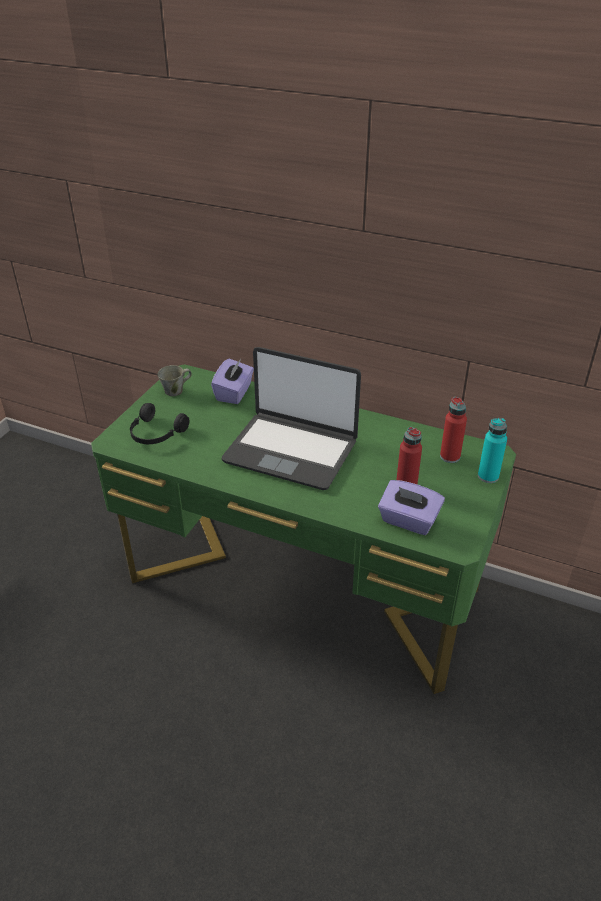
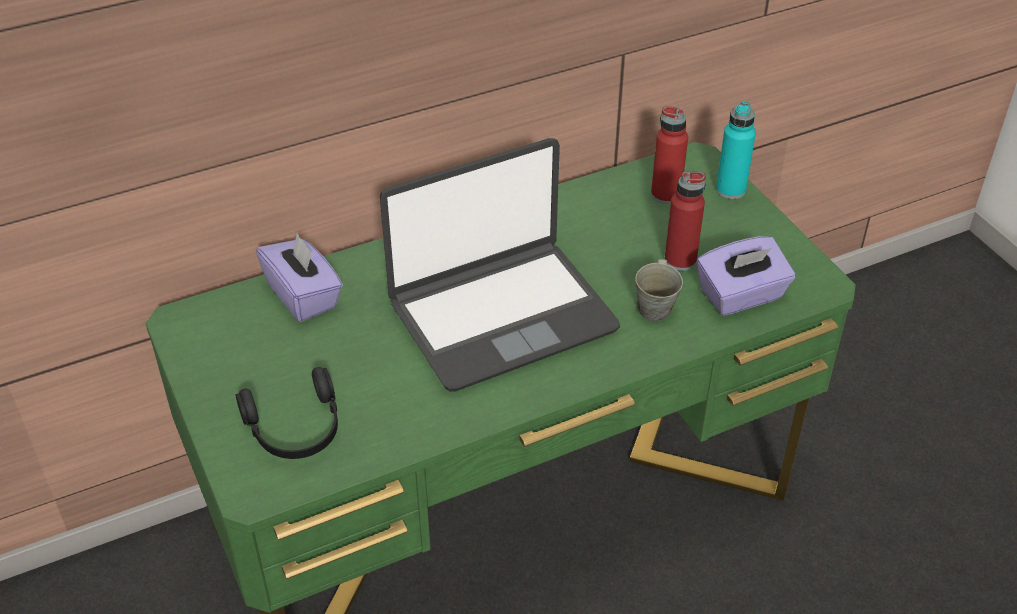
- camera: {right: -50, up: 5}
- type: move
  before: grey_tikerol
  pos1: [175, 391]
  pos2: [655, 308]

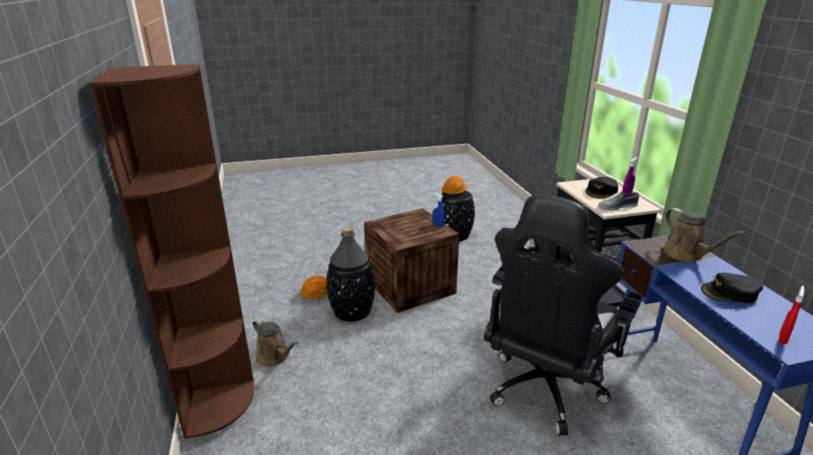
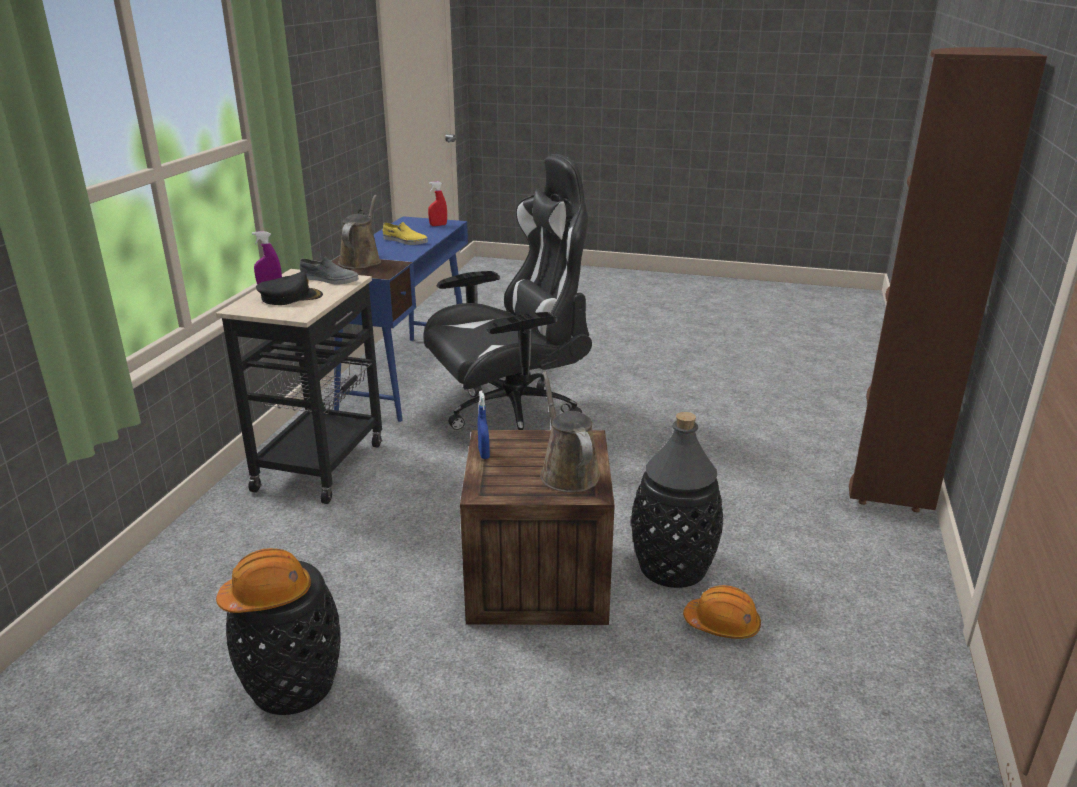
- camera: {right: -150, up: 0}
- type: move
  before: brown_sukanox
  pos1: [275, 357]
  pos2: [567, 472]
- type: replace
  before: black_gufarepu
  after: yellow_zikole
  pos1: [730, 293]
  pos2: [404, 241]

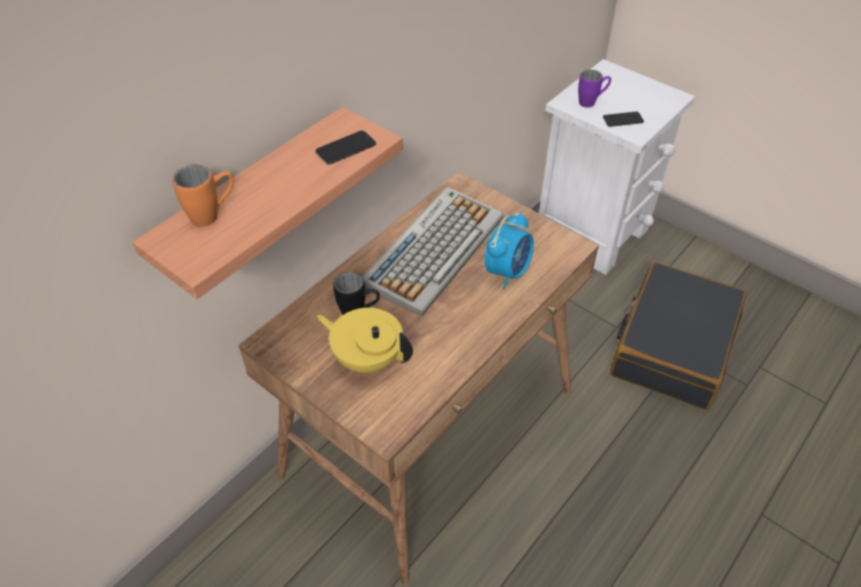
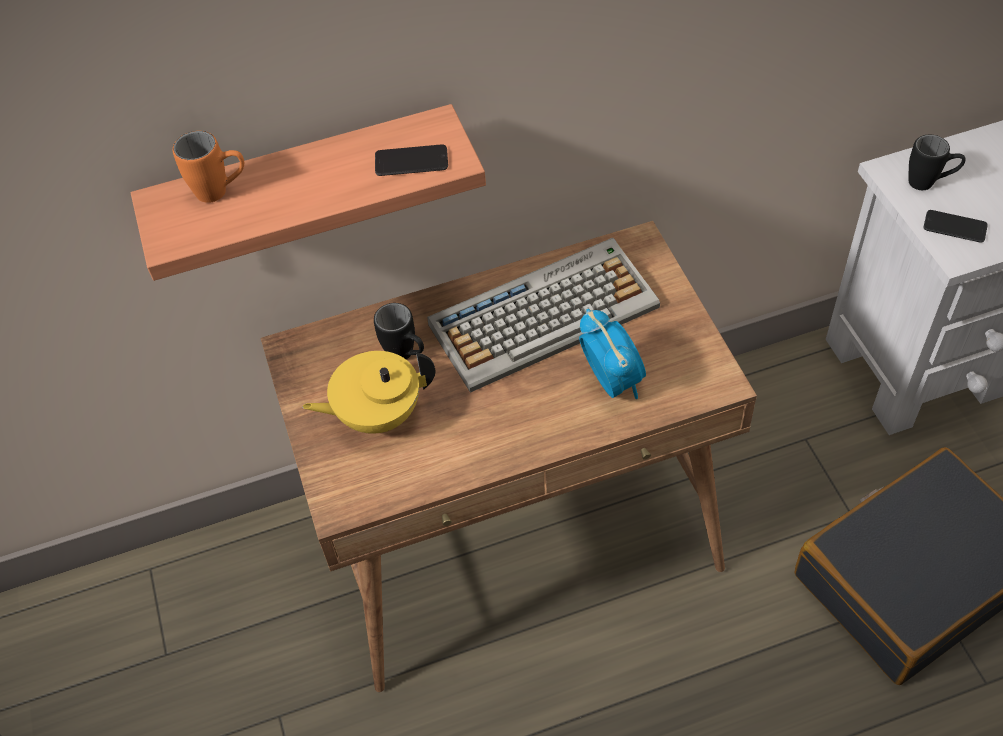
- camera: {right: 35, up: 5}
- type: recolor
  before: purple_tikerol
  after: black_tikerol
  pos1: [591, 102]
  pos2: [929, 183]
- type: rotate
  before: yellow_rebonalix
  pos1: [367, 358]
  pos2: [377, 414]
  turn: -75
- type: rotate
  before: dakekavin
  pos1: [507, 271]
  pos2: [611, 380]
  turn: -90

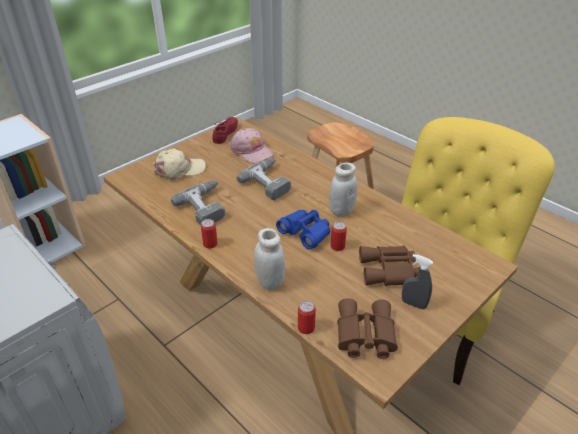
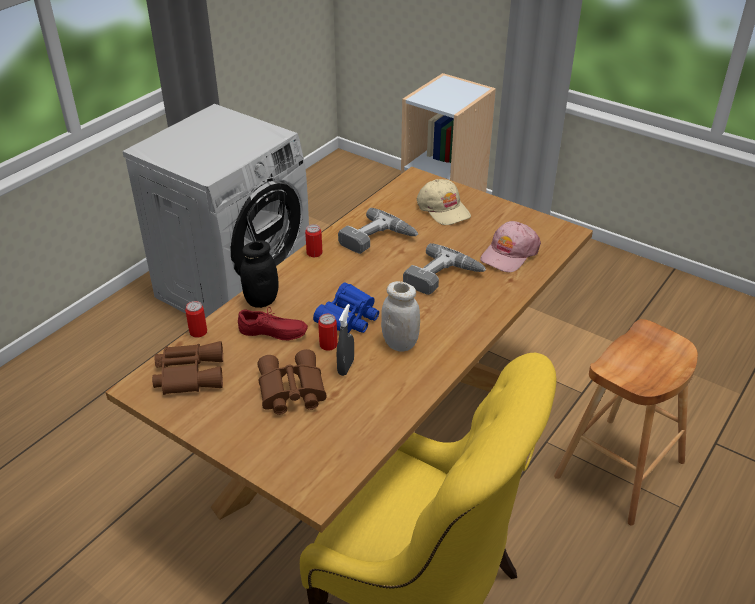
- camera: {right: 80, up: 0}
- type: move
  before: red_zikole
  pos1: [227, 134]
  pos2: [272, 333]
- type: move
  before: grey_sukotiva
  pos1: [413, 304]
  pos2: [346, 367]
- type: recolor
  before: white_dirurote
  after: black_dirurote
  pos1: [270, 282]
  pos2: [261, 300]

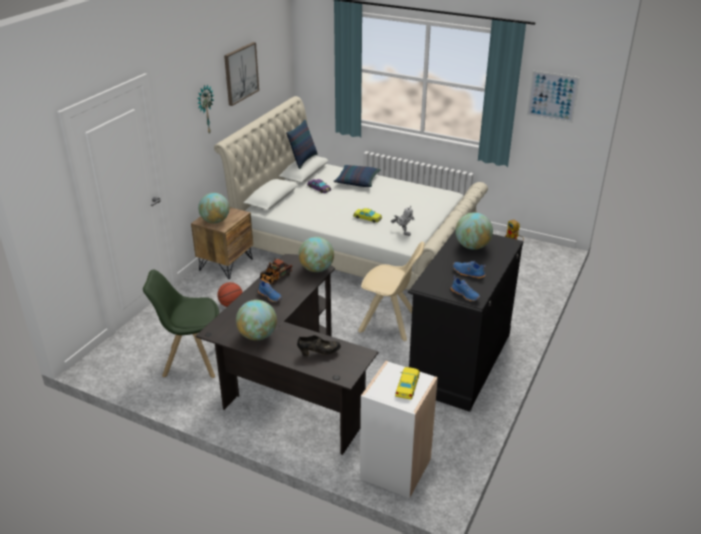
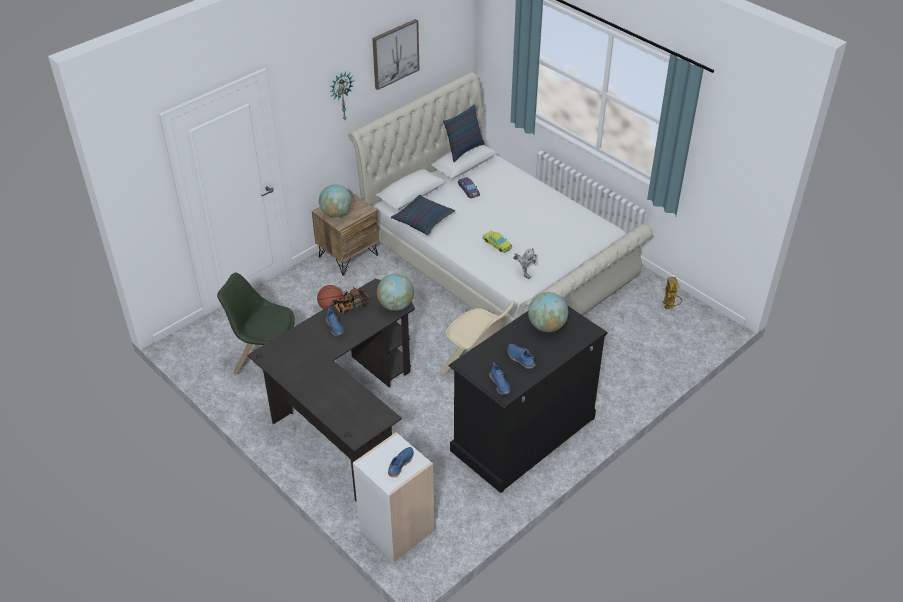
- camera: {right: 20, up: 10}
- type: delete
  before: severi
  pos1: [257, 336]
- type: delete
  before: black_zikole
  pos1: [319, 353]
- type: delete
  before: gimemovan
  pos1: [552, 96]
- type: move
  before: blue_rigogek
  pos1: [357, 181]
  pos2: [423, 220]
- type: replace
  before: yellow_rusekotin
  after: blue_zikole
  pos1: [407, 385]
  pos2: [400, 464]

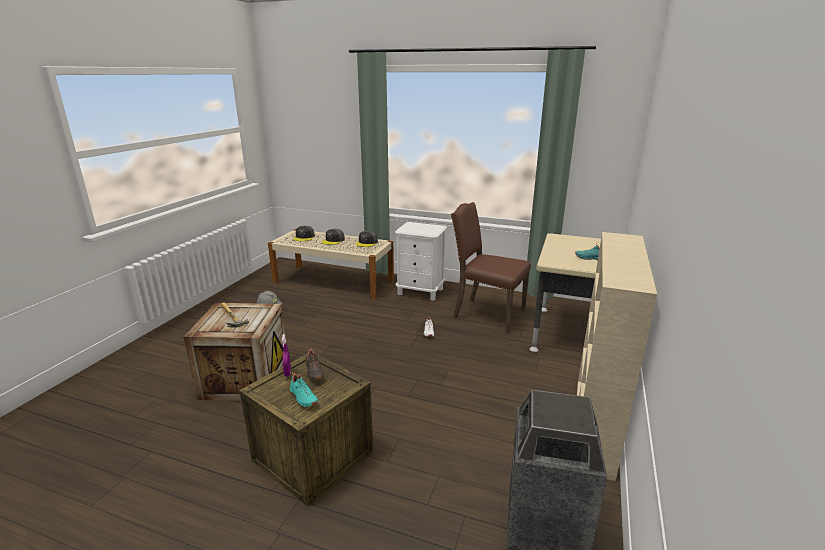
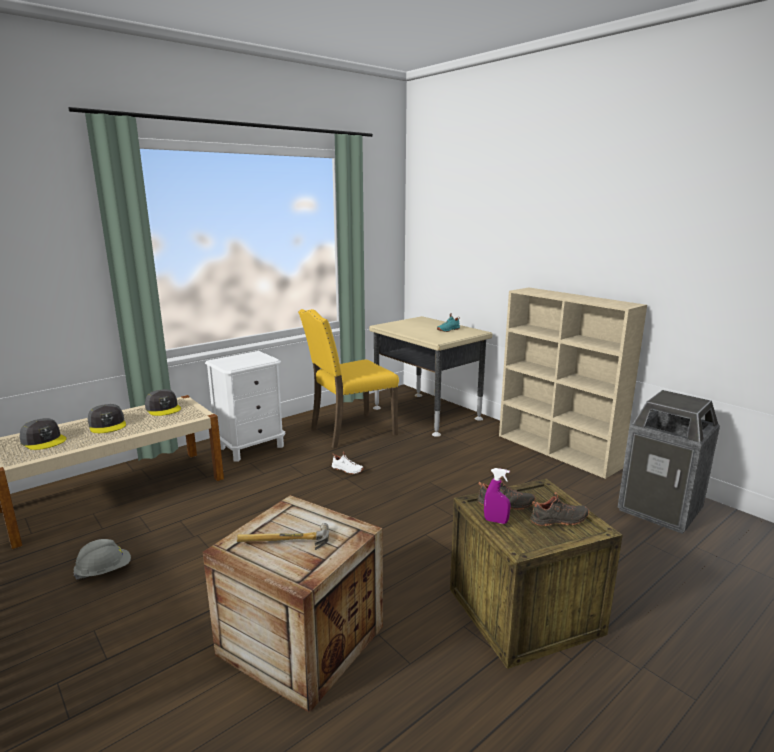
- camera: {right: -60, up: -5}
- type: recolor
  before: turquoise_zikole
  after: black_zikole
  pos1: [303, 398]
  pos2: [559, 521]
- type: recolor
  before: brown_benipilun
  after: yellow_benipilun
  pos1: [487, 313]
  pos2: [350, 431]

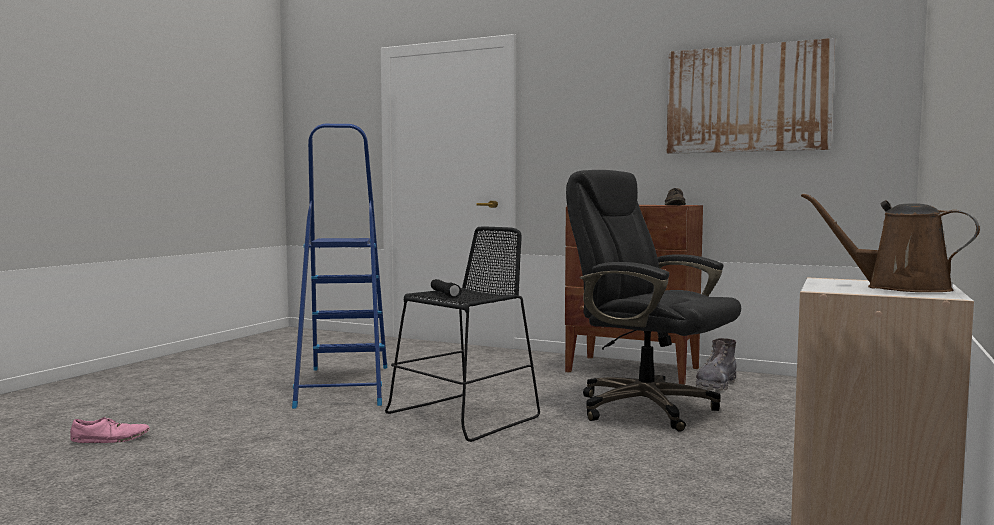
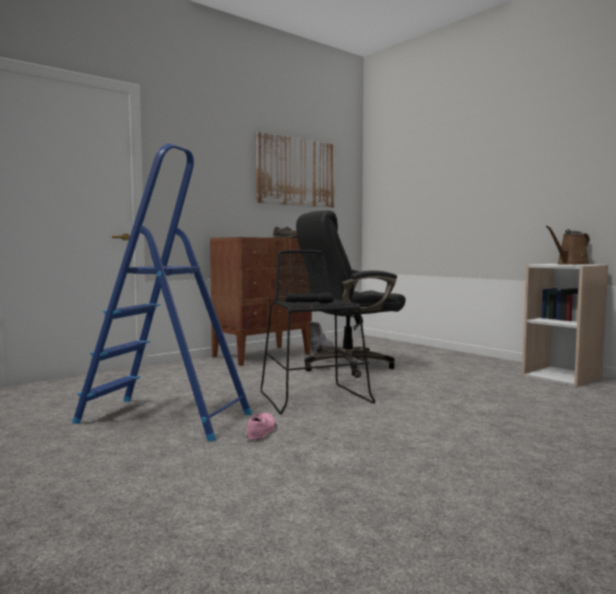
- camera: {right: -65, up: 0}
- type: move
  before: pink_zikole
  pos1: [110, 439]
  pos2: [261, 431]

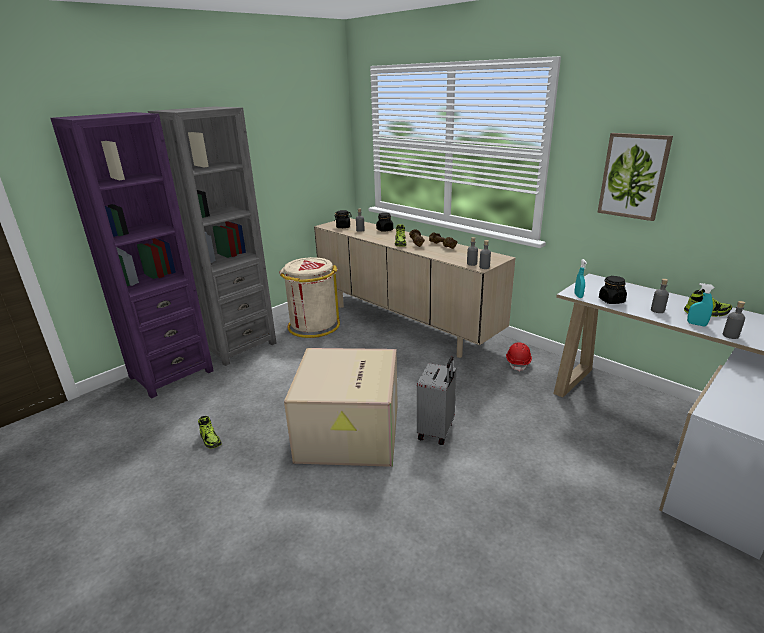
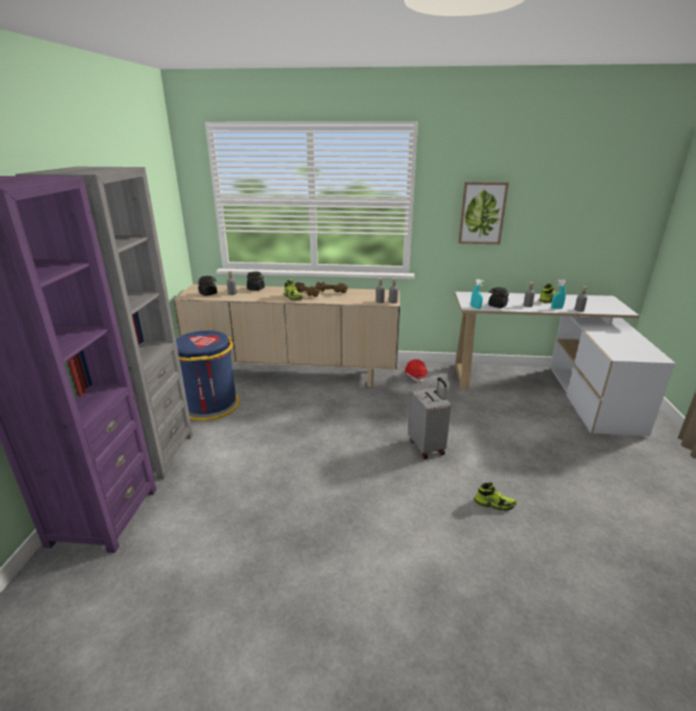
- camera: {right: -40, up: 0}
- type: delete
  before: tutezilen
  pos1: [350, 433]
- type: move
  before: zikole
  pos1: [210, 439]
  pos2: [494, 504]
- type: recolor
  before: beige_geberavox
  after: blue_geberavox
  pos1: [313, 326]
  pos2: [210, 405]

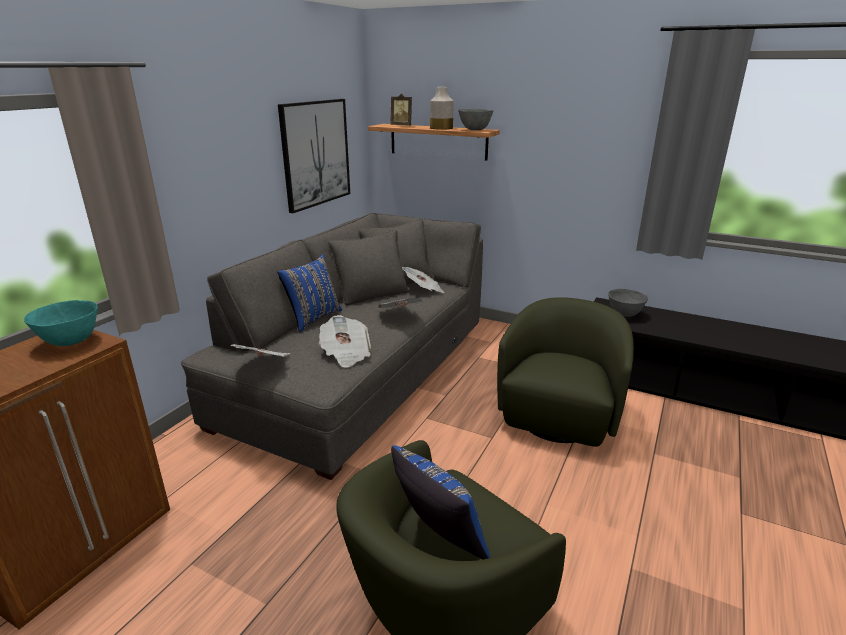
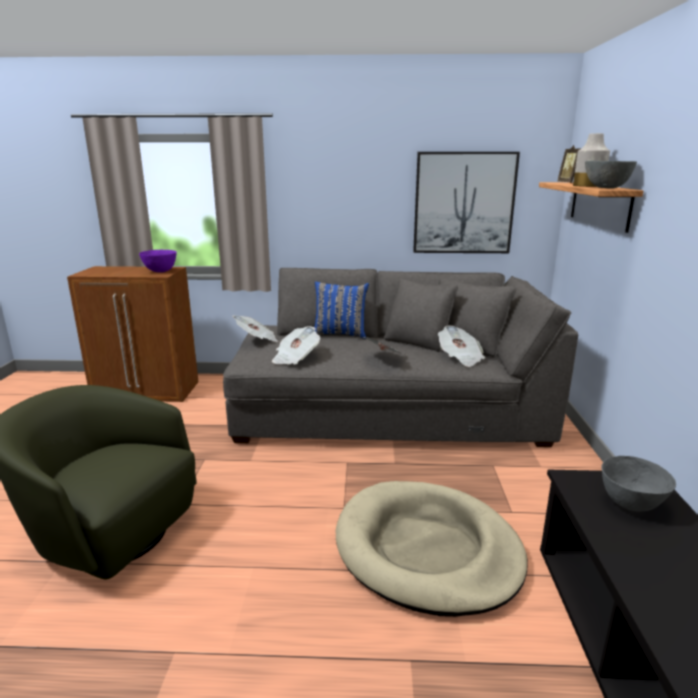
- camera: {right: 65, up: -5}
- type: delete
  before: blue_rigogek
  pos1: [438, 541]
- type: replace
  before: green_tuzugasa
  after: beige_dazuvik
  pos1: [559, 415]
  pos2: [427, 550]
- type: recolor
  before: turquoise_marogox
  after: purple_marogox
  pos1: [71, 342]
  pos2: [160, 271]

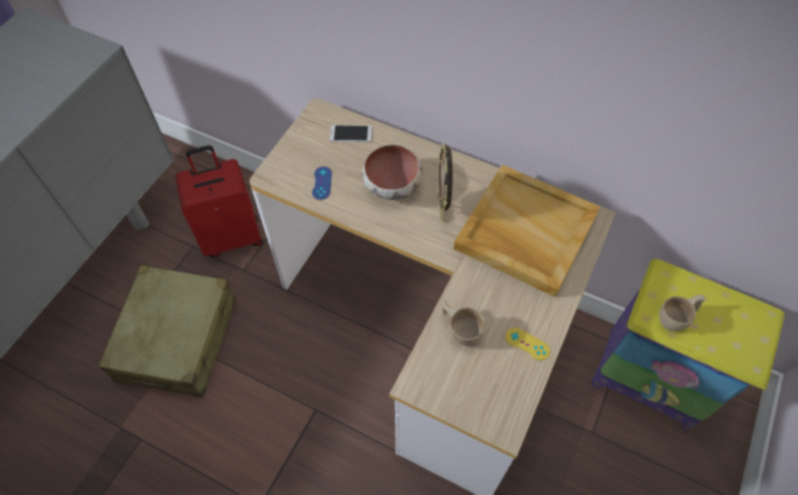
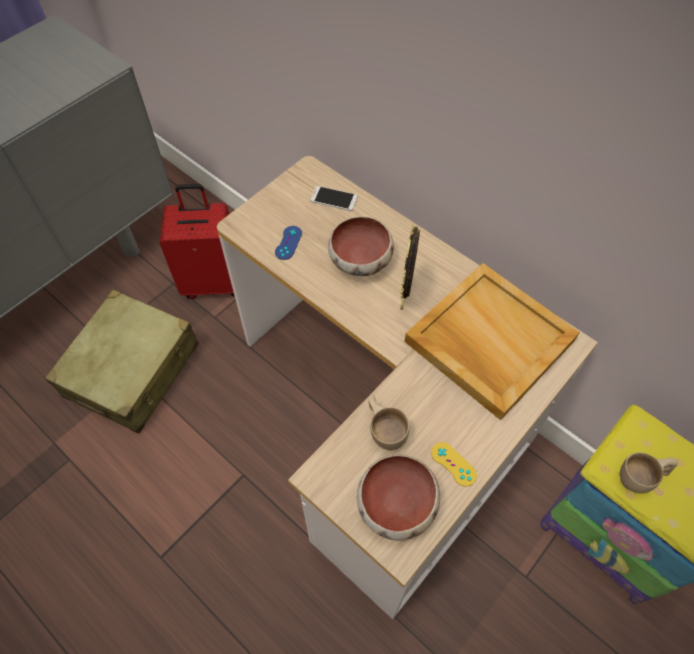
- camera: {right: 15, up: 0}
- type: insert
  after: marogox
  pos2: [396, 506]

